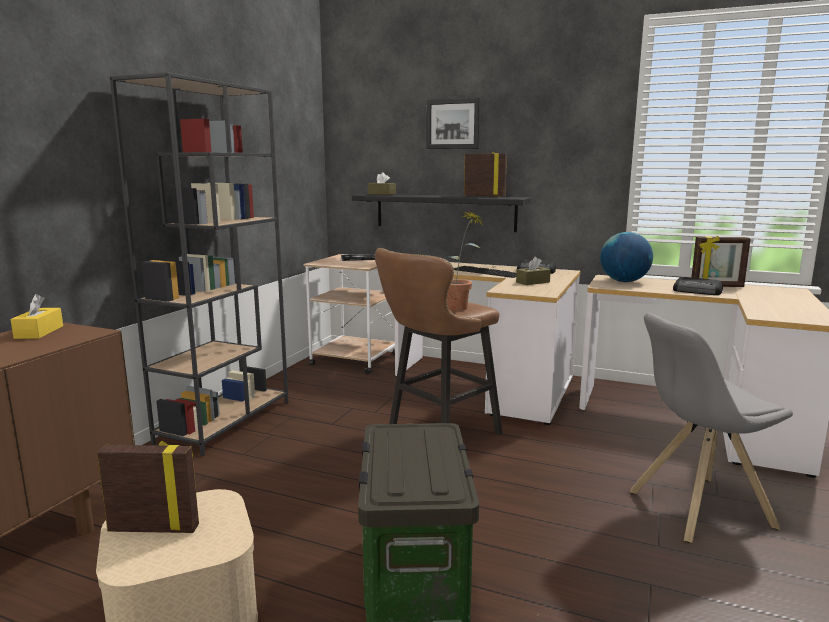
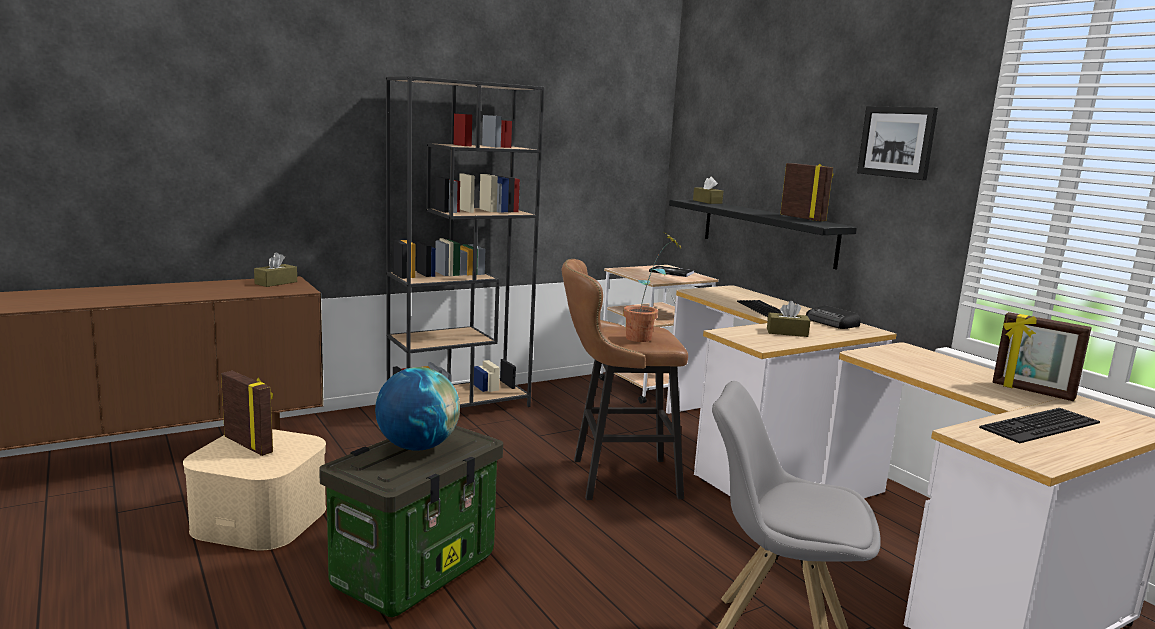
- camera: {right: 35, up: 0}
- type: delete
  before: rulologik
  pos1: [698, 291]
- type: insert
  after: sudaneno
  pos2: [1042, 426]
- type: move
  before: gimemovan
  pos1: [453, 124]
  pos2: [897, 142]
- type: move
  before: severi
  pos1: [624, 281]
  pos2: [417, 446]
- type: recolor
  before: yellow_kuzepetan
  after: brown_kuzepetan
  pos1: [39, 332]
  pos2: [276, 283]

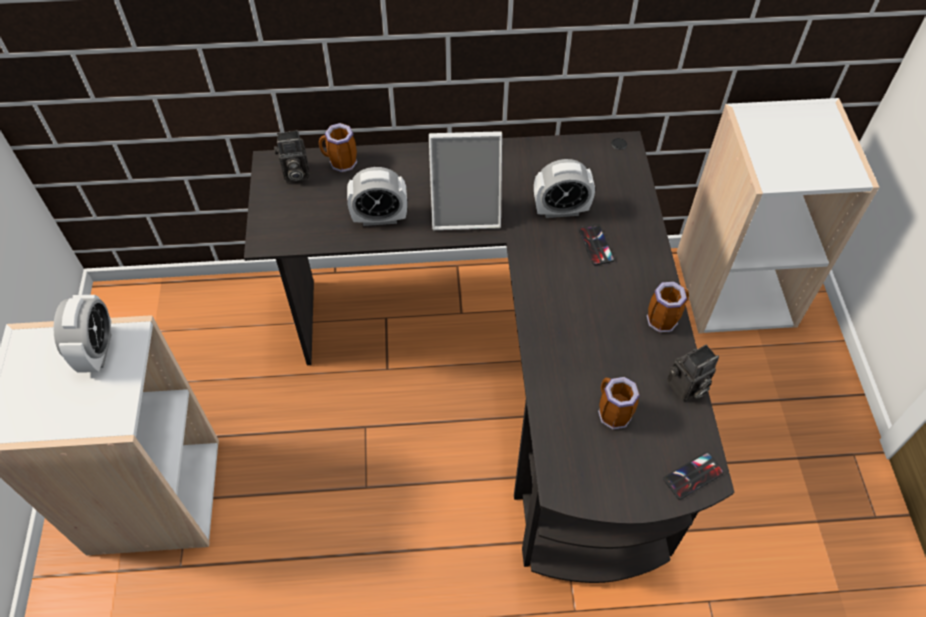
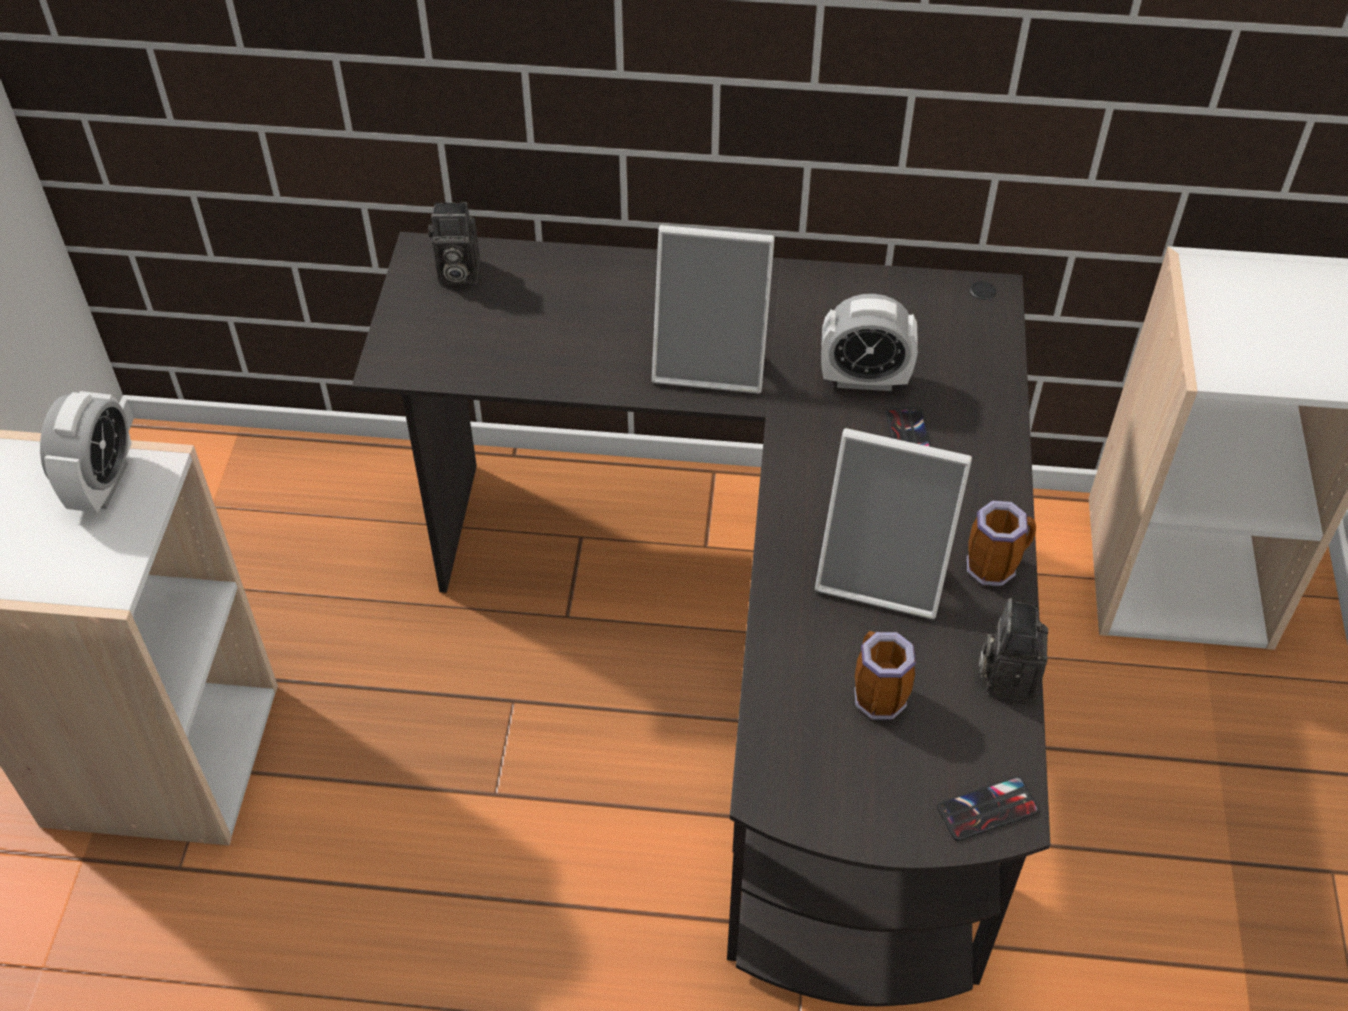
- camera: {right: 10, up: -5}
- type: delete
  before: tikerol
  pos1: [340, 163]
- type: delete
  before: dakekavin
  pos1: [379, 218]
- type: insert
  after: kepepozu
  pos2: [884, 572]
- type: rotate
  before: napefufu
  pos1: [686, 388]
  pos2: [1007, 675]
  turn: 120

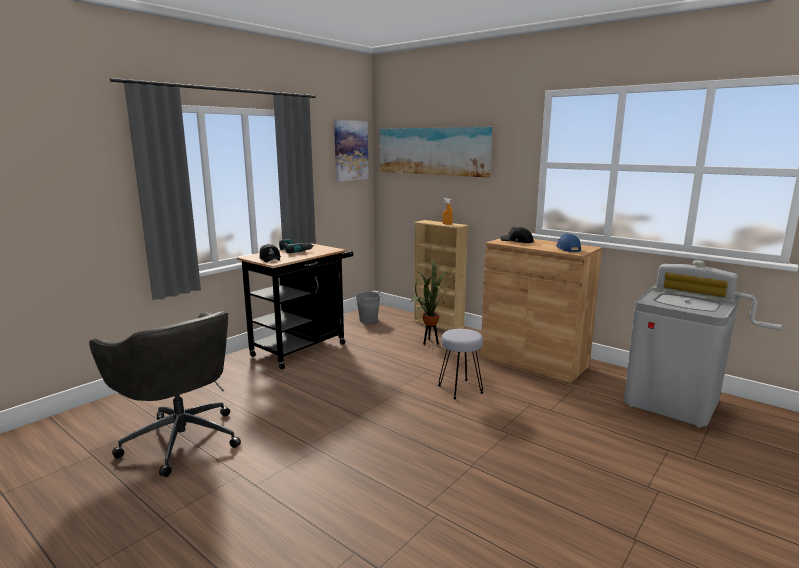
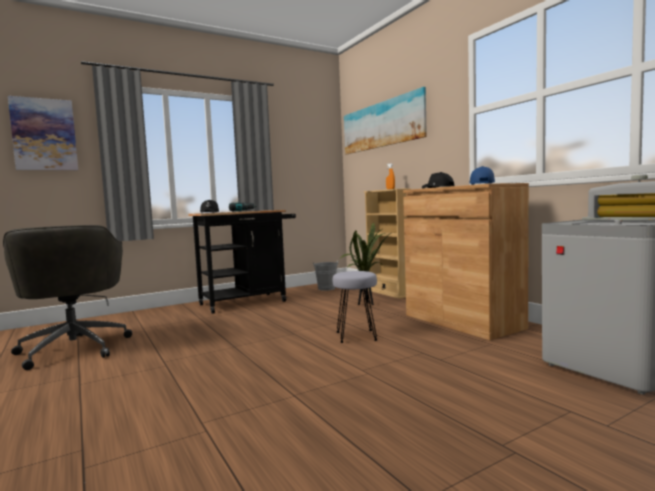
- camera: {right: 20, up: -10}
- type: move
  before: gimemovan
  pos1: [350, 150]
  pos2: [44, 134]

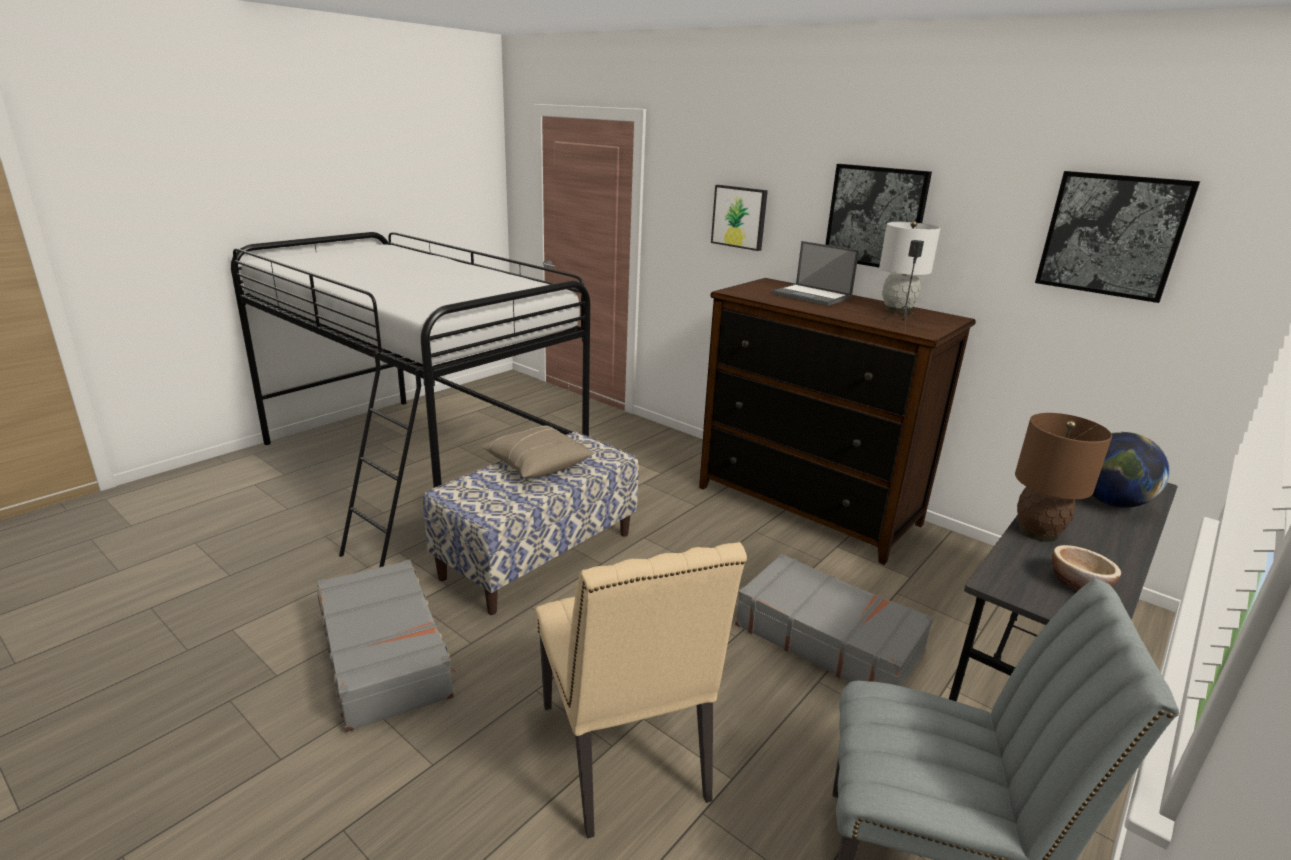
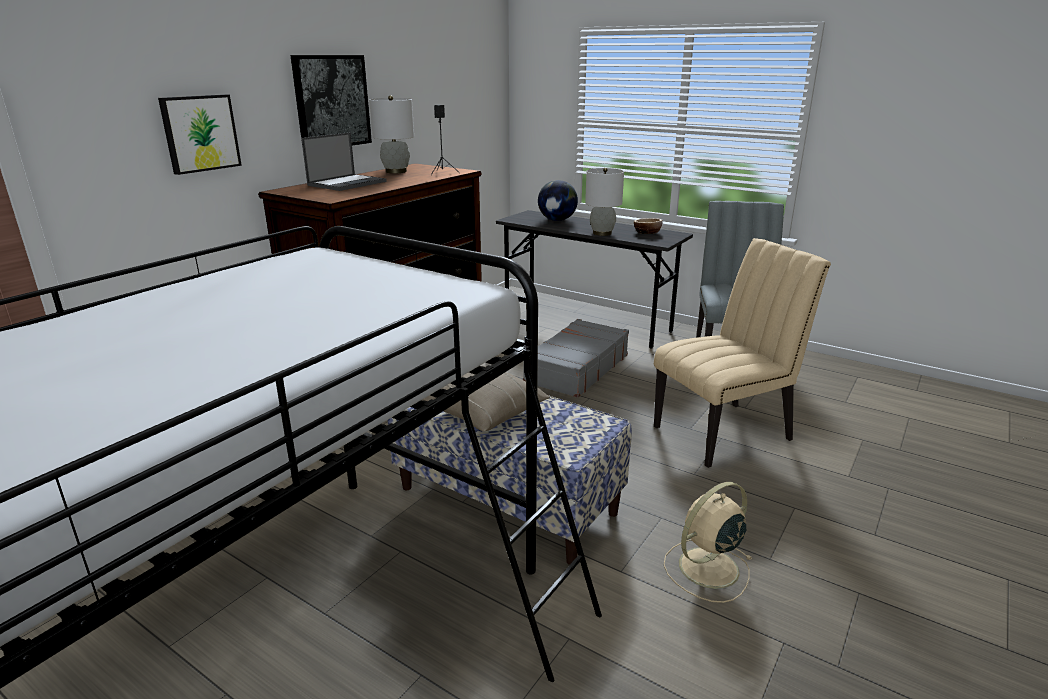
- camera: {right: -95, up: 0}
- type: delete
  before: gimemovan
  pos1: [1112, 235]
- type: replace
  before: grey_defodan
  after: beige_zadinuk
  pos1: [385, 654]
  pos2: [706, 569]
- type: recolor
  before: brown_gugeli
  after: white_gugeli
  pos1: [1038, 532]
  pos2: [602, 233]

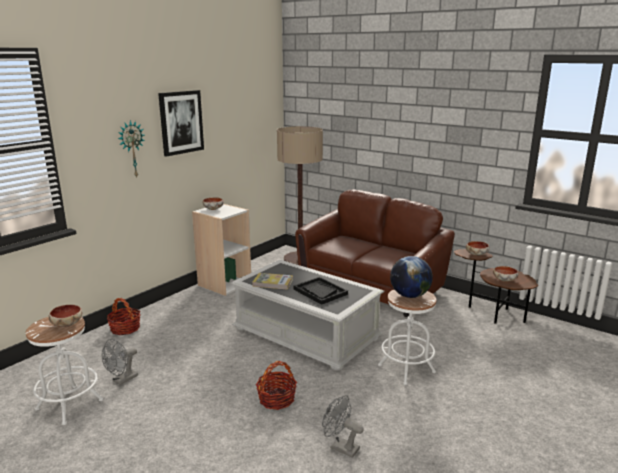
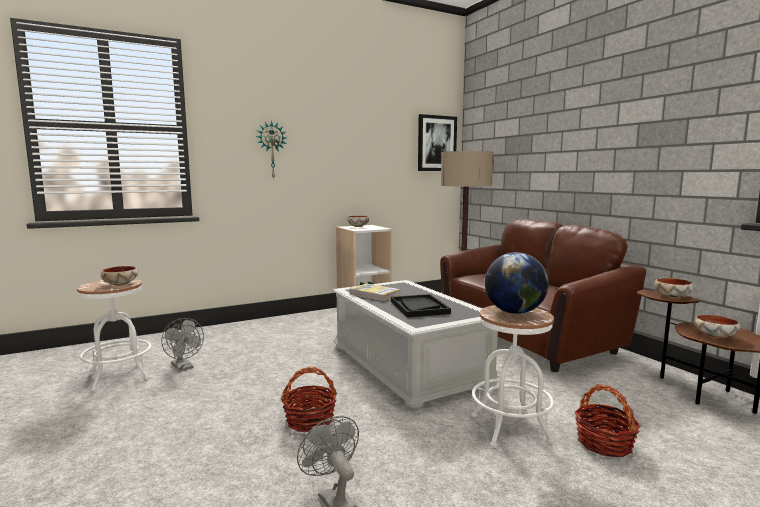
- camera: {right: 25, up: -10}
- type: move
  before: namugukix
  pos1: [125, 328]
  pos2: [604, 443]
- type: move
  before: gimemovan
  pos1: [181, 122]
  pos2: [436, 143]
- type: rotate
  before: grey_zadinuk
  pos1: [122, 380]
  pos2: [184, 367]
  turn: -105

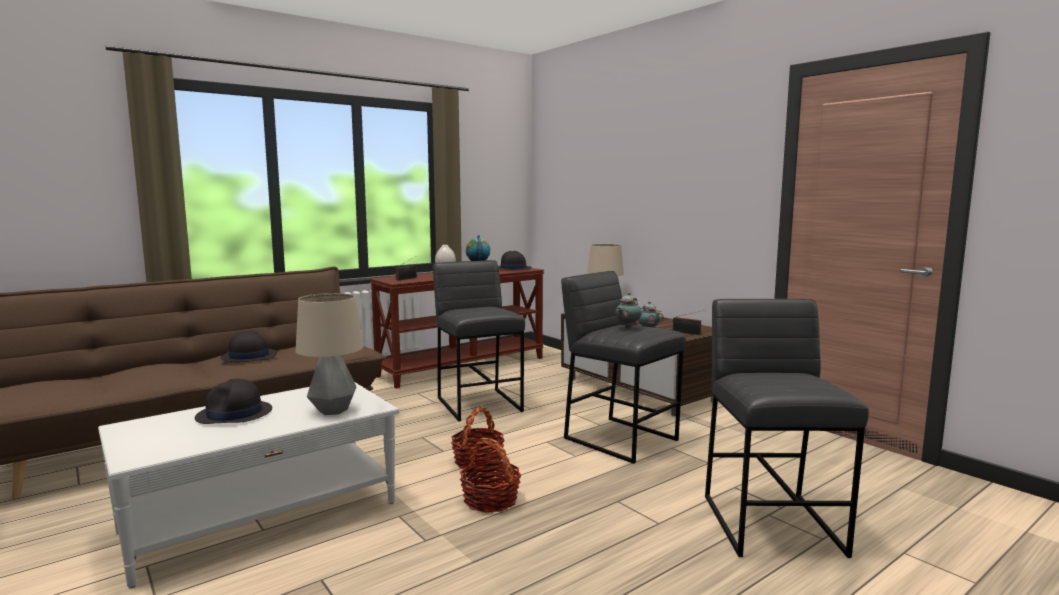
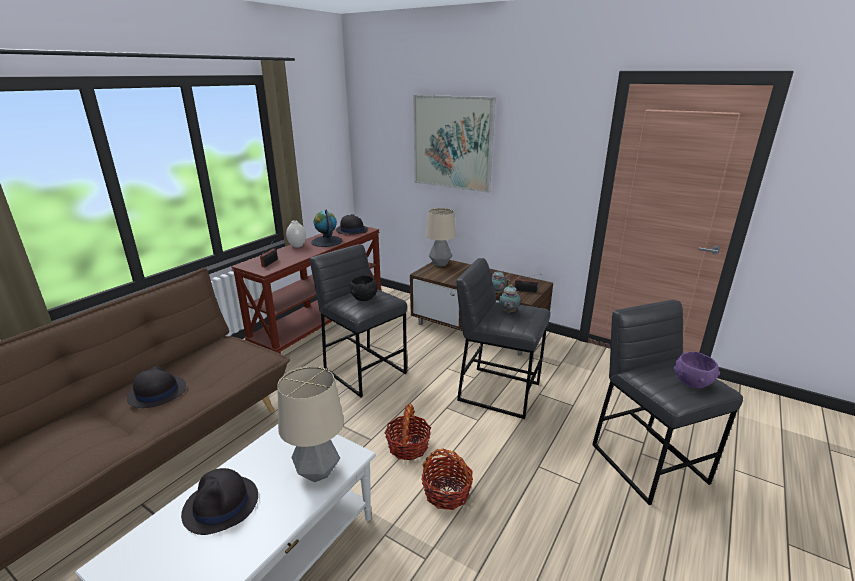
- camera: {right: -20, up: 15}
- type: insert
  after: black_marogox
  pos2: [364, 298]
- type: insert
  after: gimemovan
  pos2: [452, 143]
- type: insert
  after: purple_marogox
  pos2: [691, 383]

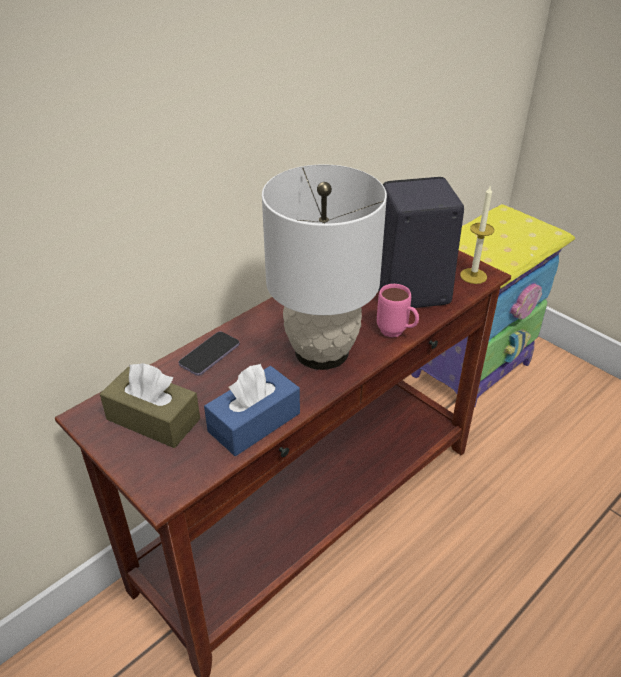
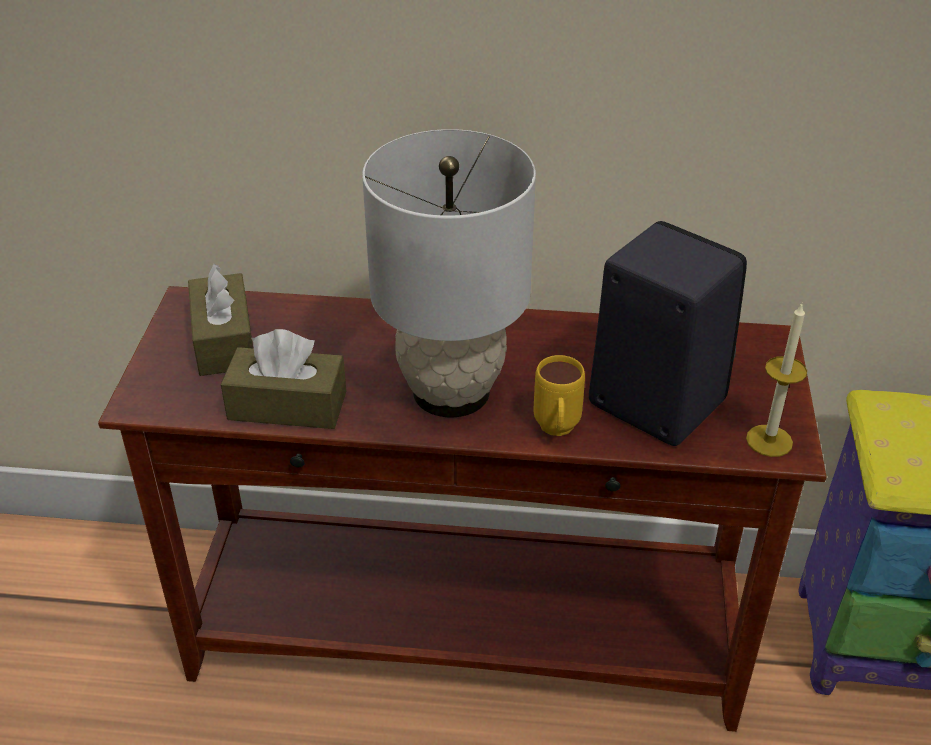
- camera: {right: 50, up: 0}
- type: delete
  before: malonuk
  pos1: [209, 355]
- type: recolor
  before: blue_kuzepetan
  after: brown_kuzepetan
  pos1: [254, 422]
  pos2: [287, 405]
- type: recolor
  before: pink_tikerol
  after: yellow_tikerol
  pos1: [396, 333]
  pos2: [556, 432]

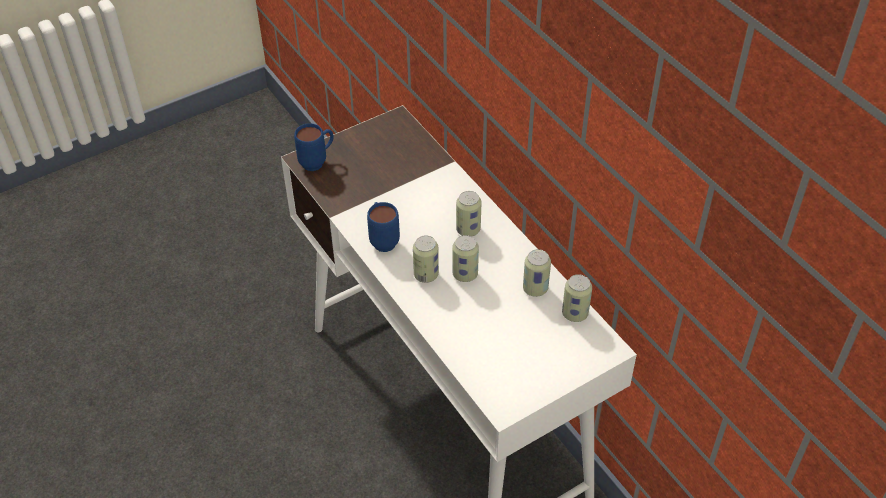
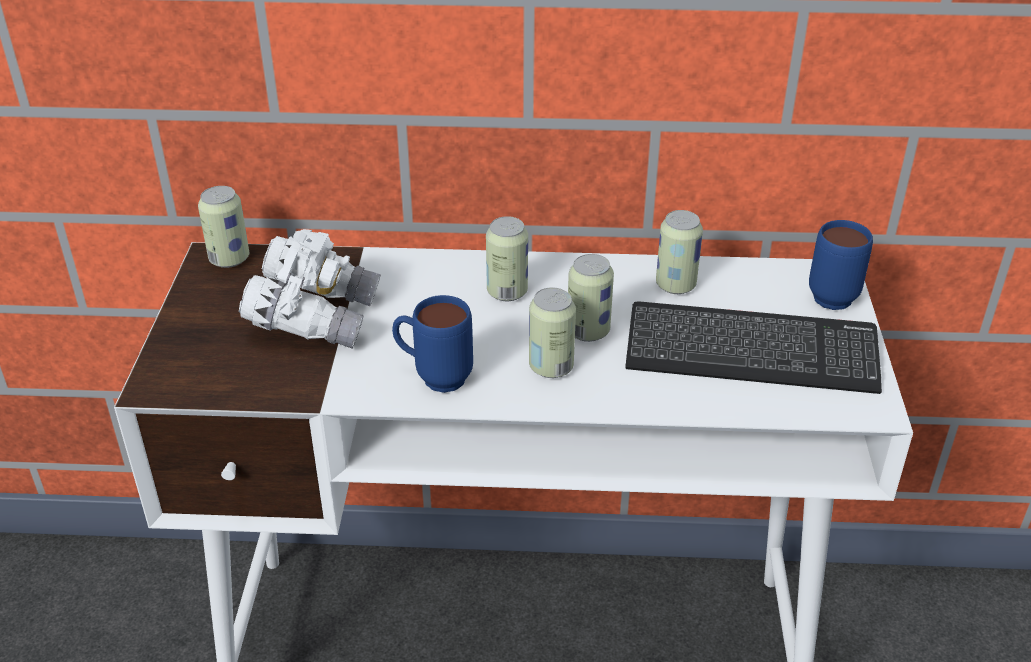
- camera: {right: -55, up: -10}
- type: insert
  after: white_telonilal
  pos2: [314, 317]
- type: insert
  after: sudaneno
  pos2: [751, 352]
- type: move
  before: blue_tikerol
  pos1: [318, 162]
  pos2: [830, 293]
- type: move
  before: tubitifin
  pos1: [575, 314]
  pos2: [229, 259]

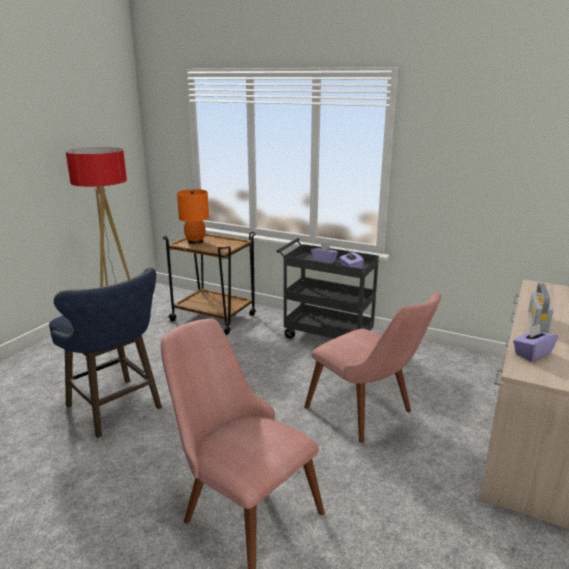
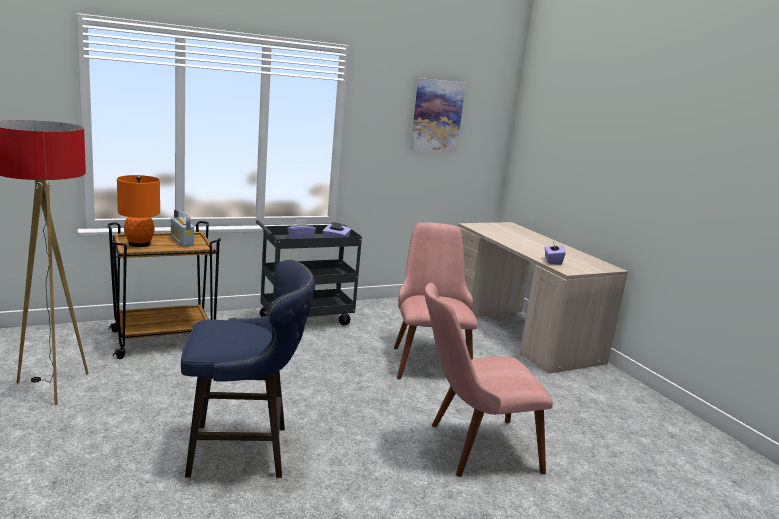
- camera: {right: -55, up: -5}
- type: insert
  after: gimemovan
  pos2: [437, 116]
- type: move
  before: rulologik
  pos1: [537, 322]
  pos2: [182, 241]
- type: rotate
  before: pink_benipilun
  pos1: [368, 414]
  pos2: [428, 359]
  turn: -90

